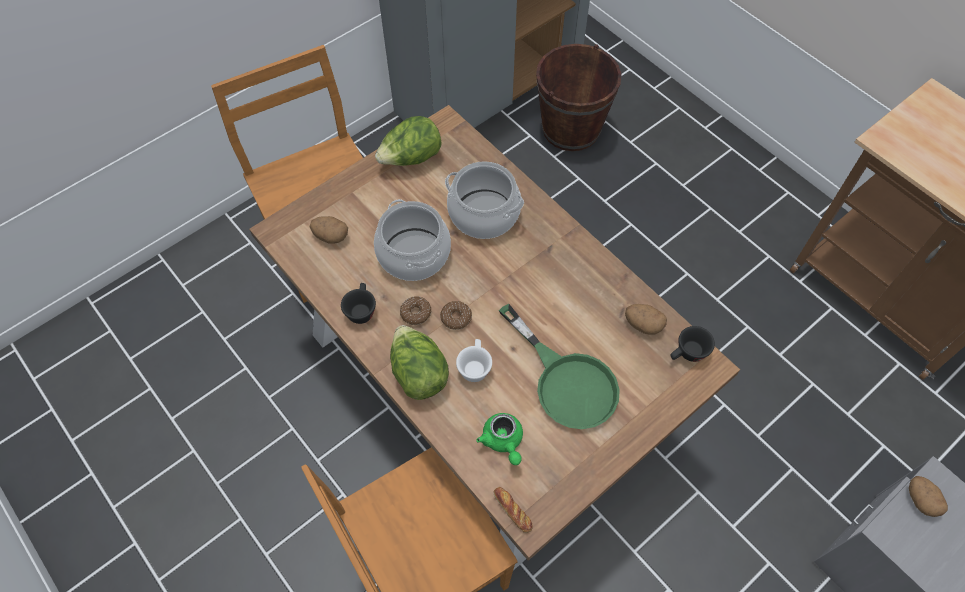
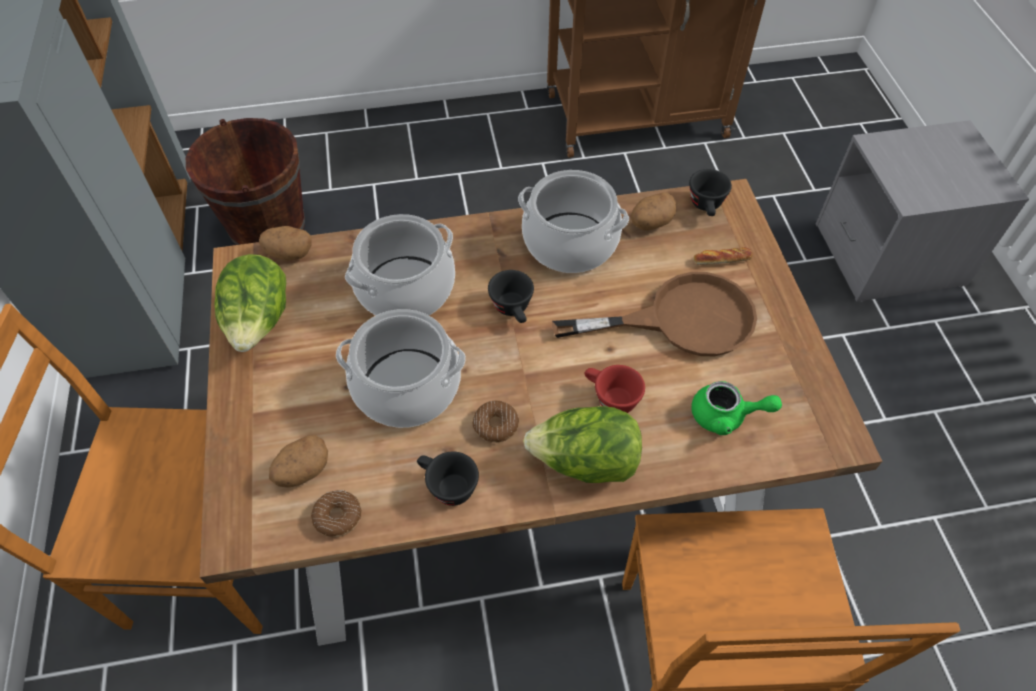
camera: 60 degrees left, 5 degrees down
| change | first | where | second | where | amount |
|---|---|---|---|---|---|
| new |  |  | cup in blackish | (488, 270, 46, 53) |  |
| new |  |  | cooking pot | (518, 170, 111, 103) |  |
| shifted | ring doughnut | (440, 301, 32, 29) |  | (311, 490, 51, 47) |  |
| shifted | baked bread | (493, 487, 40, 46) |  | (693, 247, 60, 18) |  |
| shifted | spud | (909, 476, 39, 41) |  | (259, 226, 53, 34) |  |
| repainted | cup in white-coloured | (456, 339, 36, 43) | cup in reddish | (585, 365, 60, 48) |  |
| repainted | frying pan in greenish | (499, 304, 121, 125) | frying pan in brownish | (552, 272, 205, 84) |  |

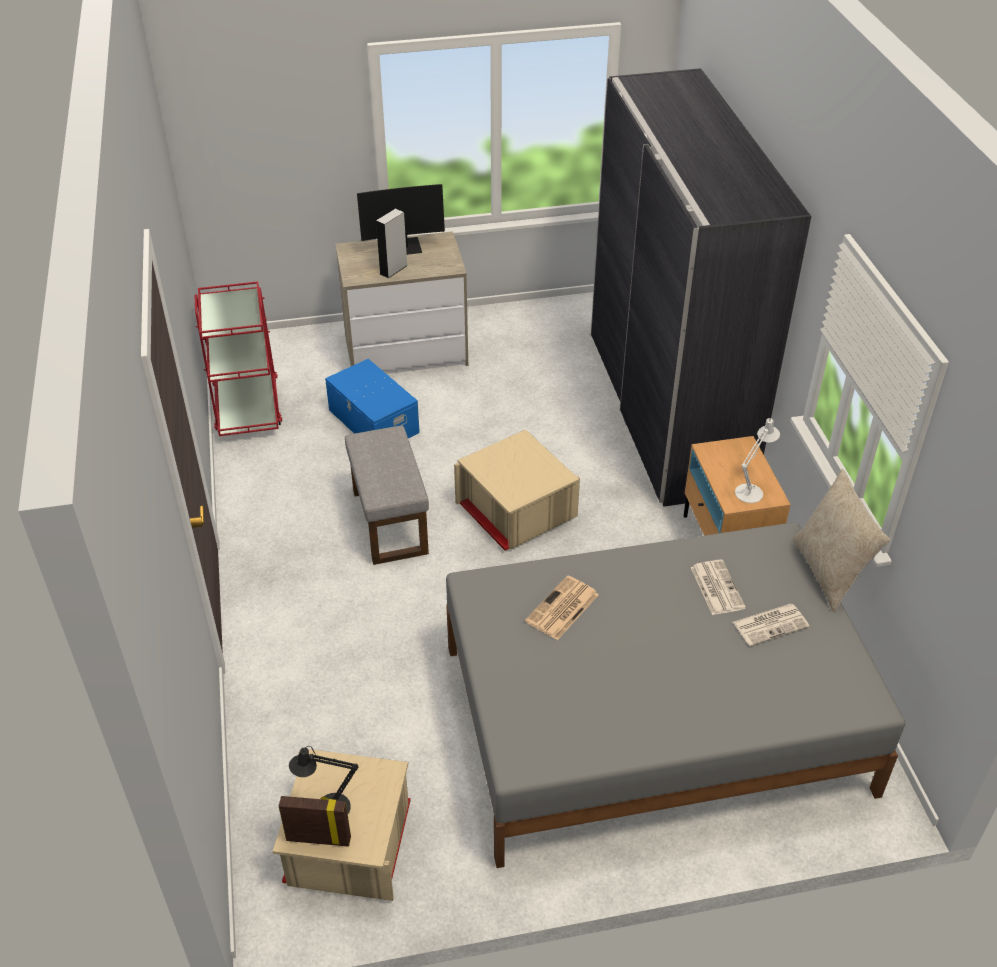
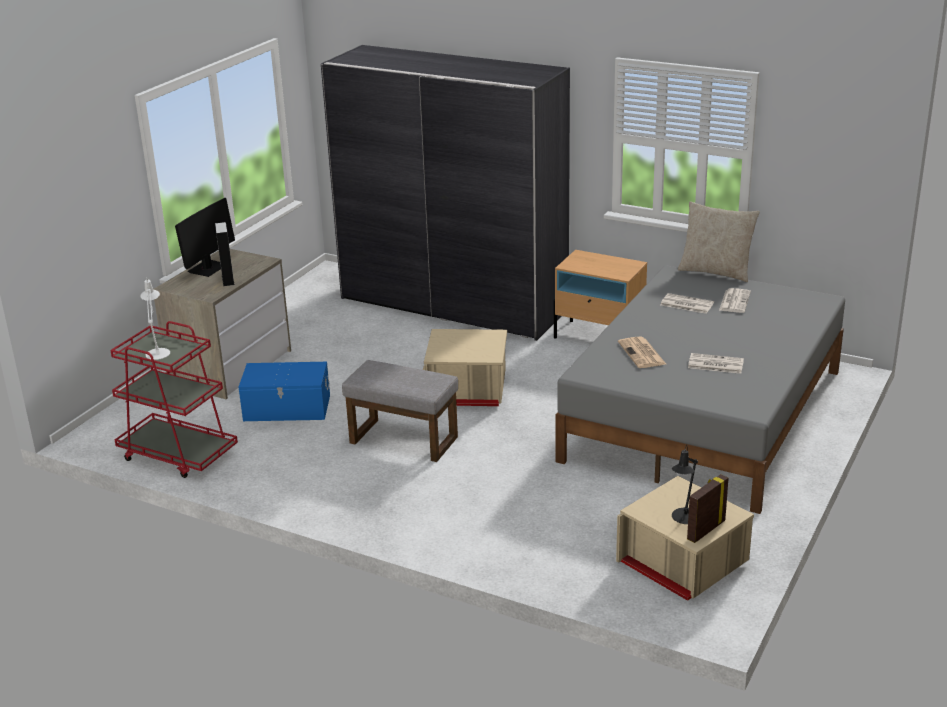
camera: 50 degrees left, 15 degrees down
| change | first | where | second | where | amount |
|---|---|---|---|---|---|
| new |  |  | printed paper | (688, 353, 56, 21) |  |
| shifted | lamp for a table in white-coloured | (735, 418, 45, 85) |  | (140, 278, 30, 82) |  |

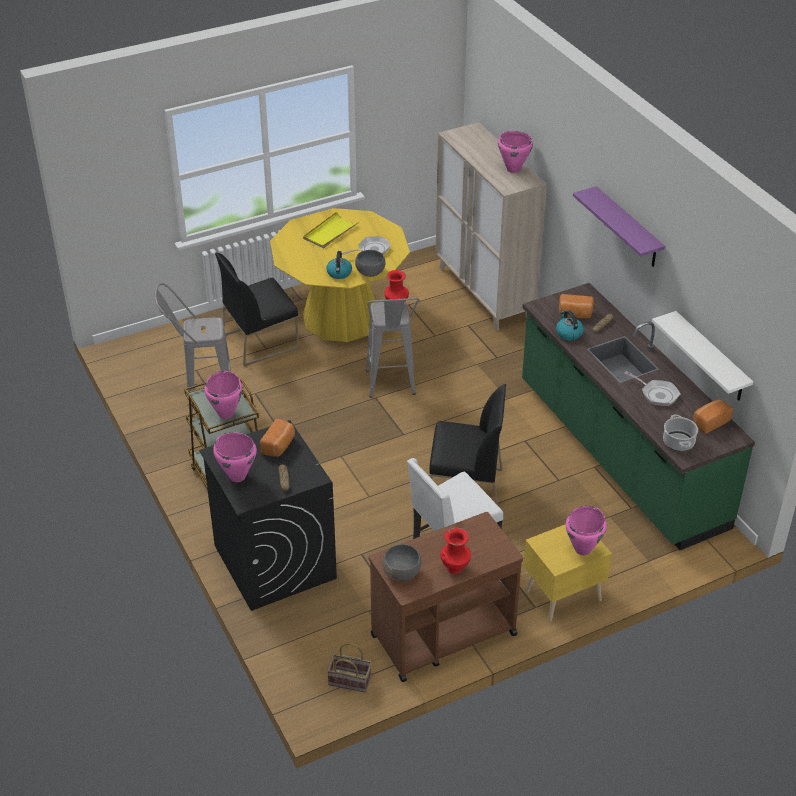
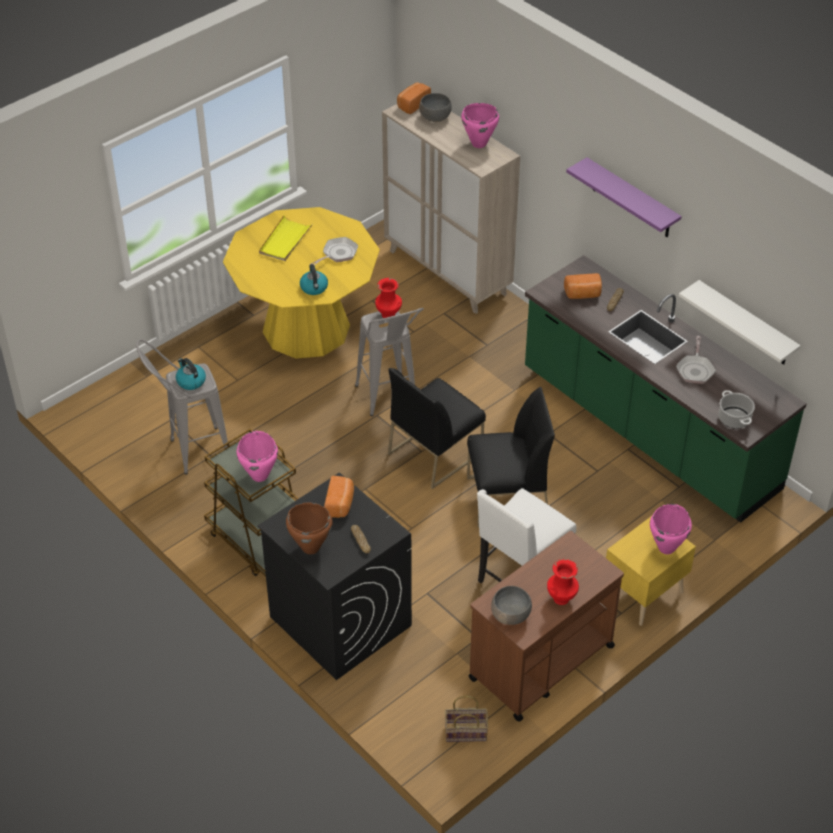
camera: 15 degrees left, 5 degrees up
| change | first | where | second | where | amount |
|---|---|---|---|---|---|
| shifted | upright chair in blackish | (215, 252, 84, 114) |  | (388, 368, 98, 121) |  |
| shifted | deep dish in greyish | (355, 250, 31, 27) |  | (419, 93, 33, 29) |  |
| shifted | kettle | (556, 310, 28, 31) |  | (176, 358, 30, 32) |  |
| shifted | baked bread | (693, 399, 40, 35) |  | (397, 82, 34, 32) |  |
| repainted | cooking pot in pink | (213, 432, 44, 50) | cooking pot in brownish | (286, 503, 47, 51) |  |
| rotated | frying pan | (624, 371, 56, 35) |  | (676, 336, 40, 48) | 75 degrees clockwise |

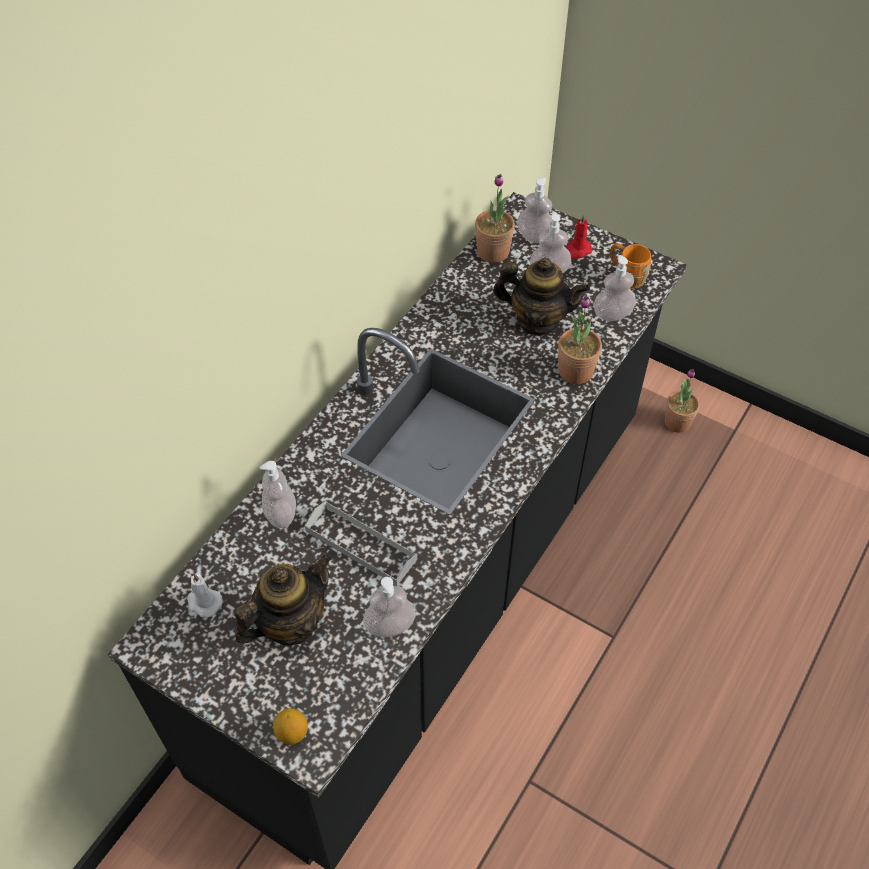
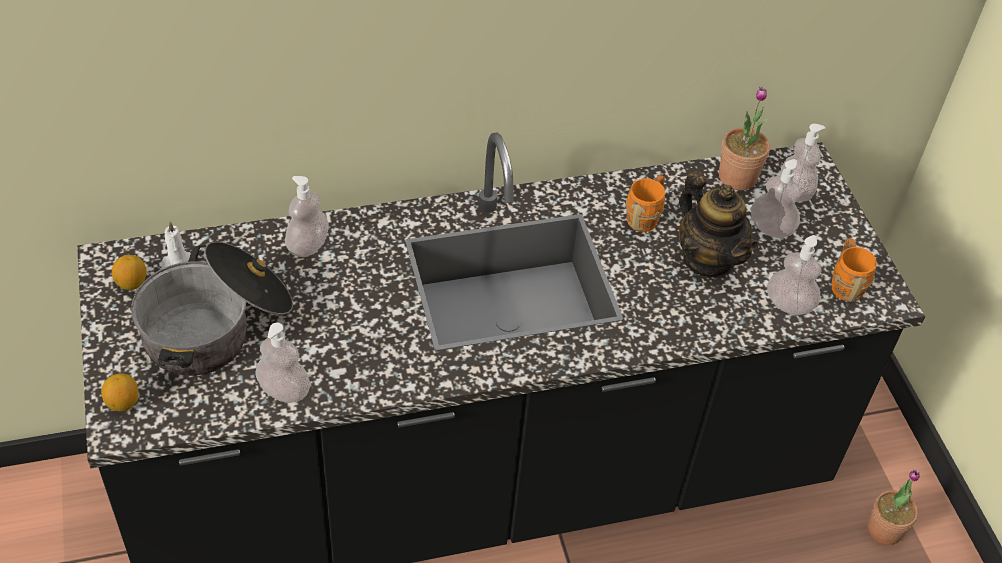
camera: 40 degrees right, 5 degrees down
| change | first | where | second | where | amount |
|---|---|---|---|---|---|
| gone | tray in greyish | (305, 501, 112, 85) |  |  |  |
| gone | houseplant | (558, 295, 44, 89) |  |  |  |
| gone | wax candle in reddish | (566, 214, 26, 45) |  |  |  |
| new |  |  | citrus fruit | (112, 255, 34, 35) |  |
| new |  |  | tea mug in orange | (625, 175, 40, 57) |  |
| swapped | tea pot | (235, 554, 97, 91) | cooking pot | (131, 241, 162, 135) |  |

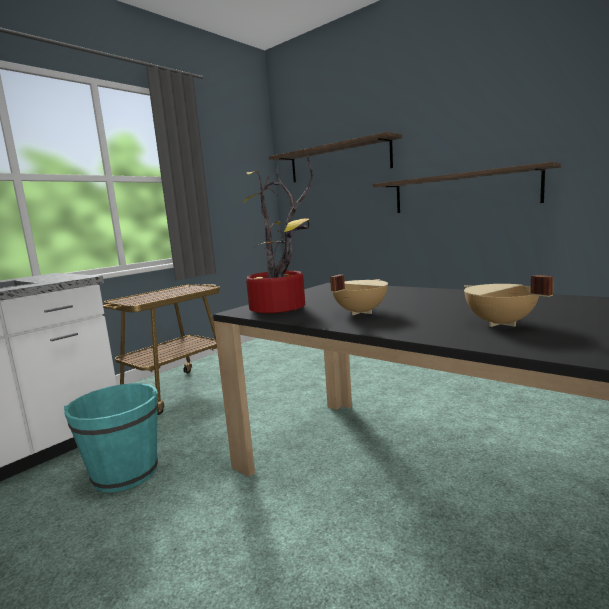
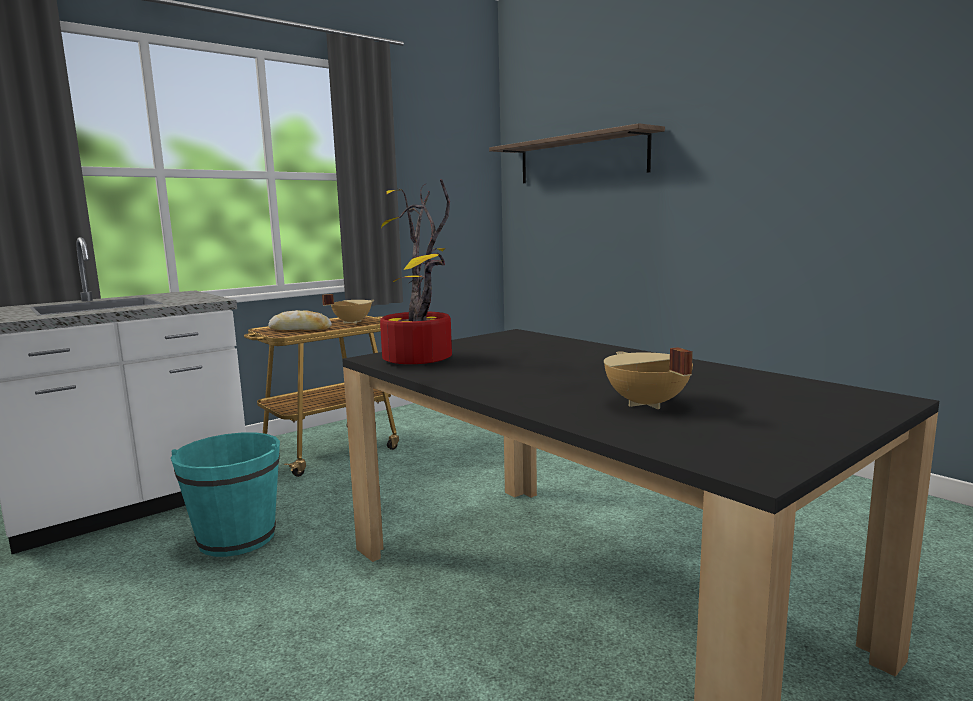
camera: 10 degrees right, 0 degrees up
| change | first | where | second | where | amount |
|---|---|---|---|---|---|
| gone | wall shelf | (373, 162, 188, 51) |  |  |  |
| new |  |  | baked bread | (268, 310, 64, 20) |  |
| shifted | cooking pot in beige | (330, 275, 58, 40) |  | (322, 294, 52, 30) |  |

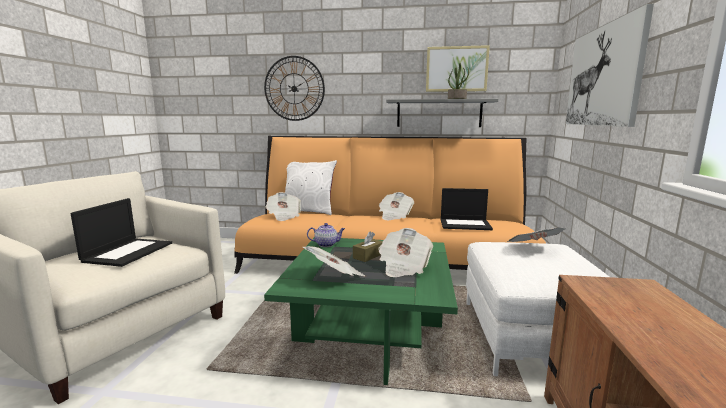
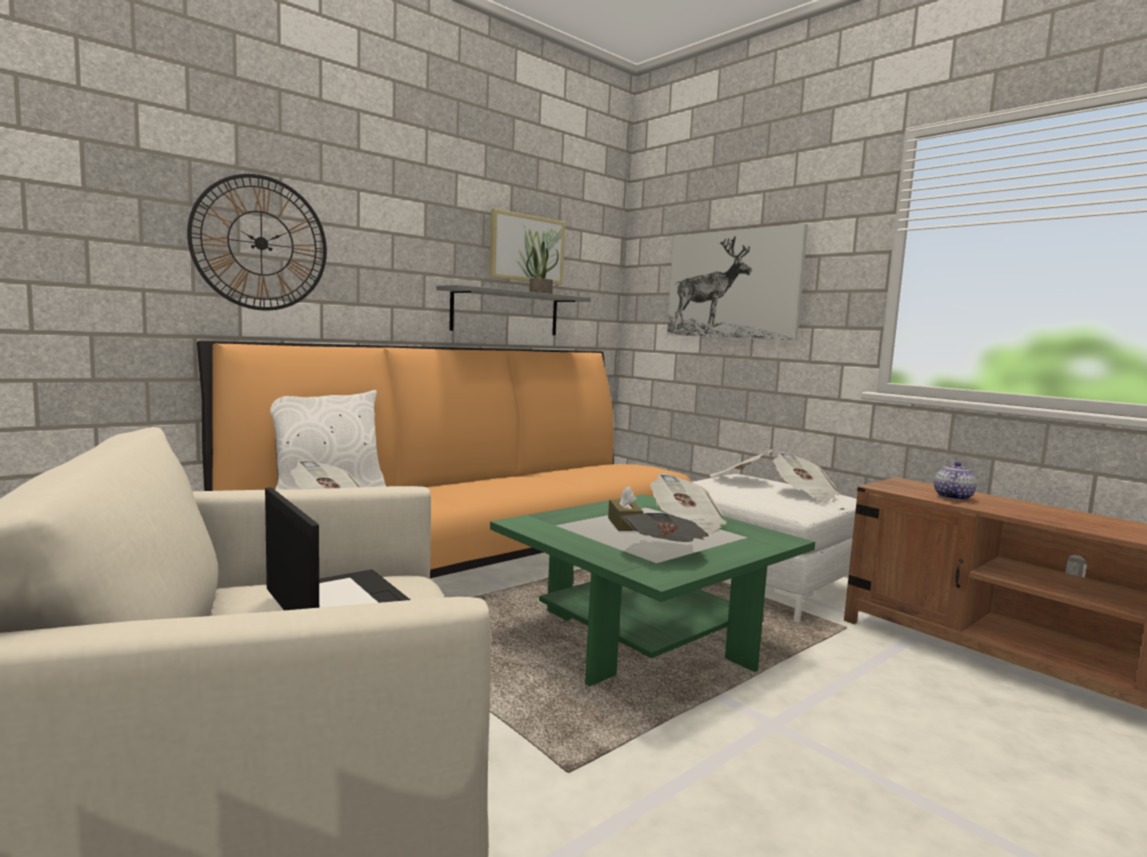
camera: 50 degrees left, 5 degrees down
| change | first | where | second | where | amount |
|---|---|---|---|---|---|
| gone | laptop | (440, 188, 53, 42) |  |  |  |
| shifted | tea pot | (307, 223, 38, 24) |  | (934, 462, 43, 39) |  |
| shifted | printed paper | (379, 192, 35, 28) |  | (773, 452, 67, 51) |  |

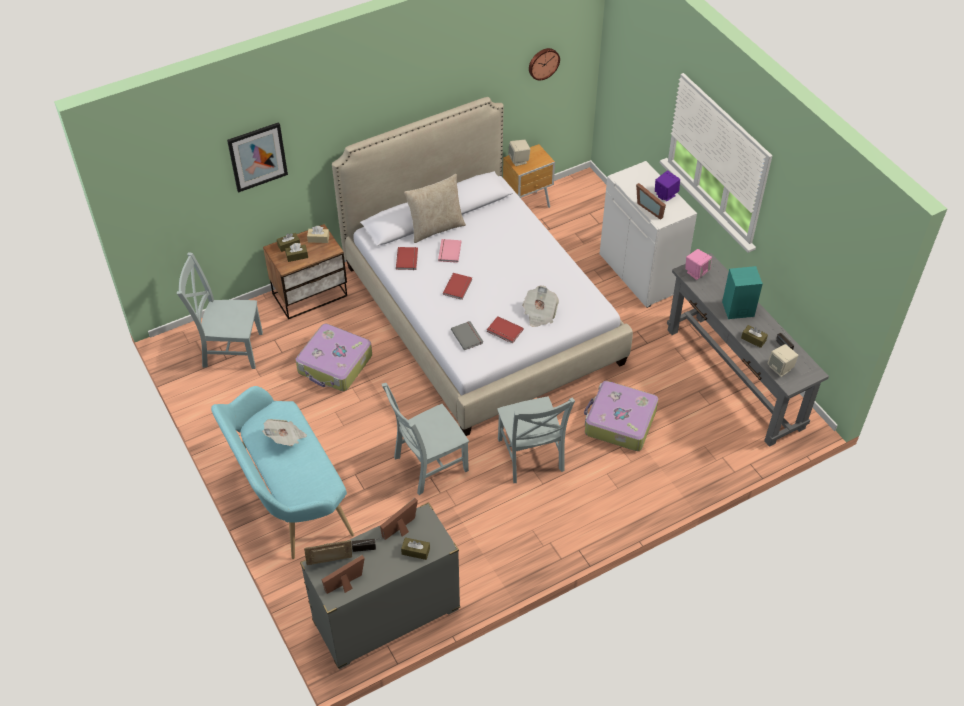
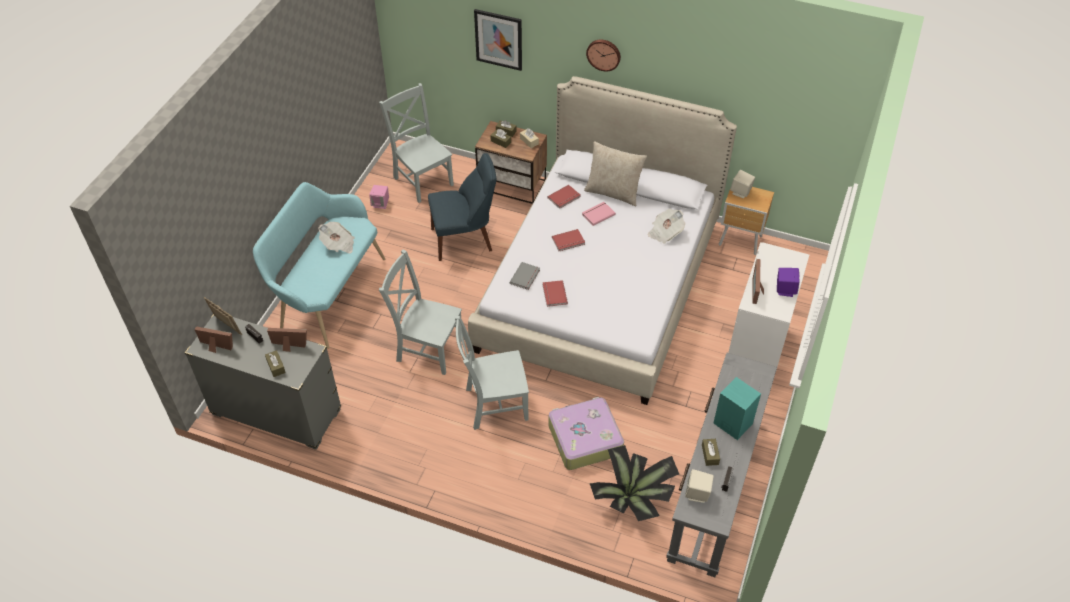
camera: 50 degrees right, 0 degrees up
| change | first | where | second | where | amount |
|---|---|---|---|---|---|
| new |  |  | houseplant | (590, 445, 89, 76) |  |
| shifted | printed paper | (523, 285, 36, 42) |  | (648, 209, 37, 35) |  |
| shifted | clock on the wall | (529, 48, 31, 33) |  | (586, 40, 35, 31) |  |
| shifted | audio speaker in pink | (685, 249, 27, 31) |  | (369, 185, 20, 24) |  |
| swapped | travel case | (296, 324, 76, 67) | upright chair in bluish | (428, 153, 68, 108) |  |
| rotated | upright chair in greyish | (497, 396, 78, 87) |  | (455, 316, 74, 114) | 45 degrees clockwise |

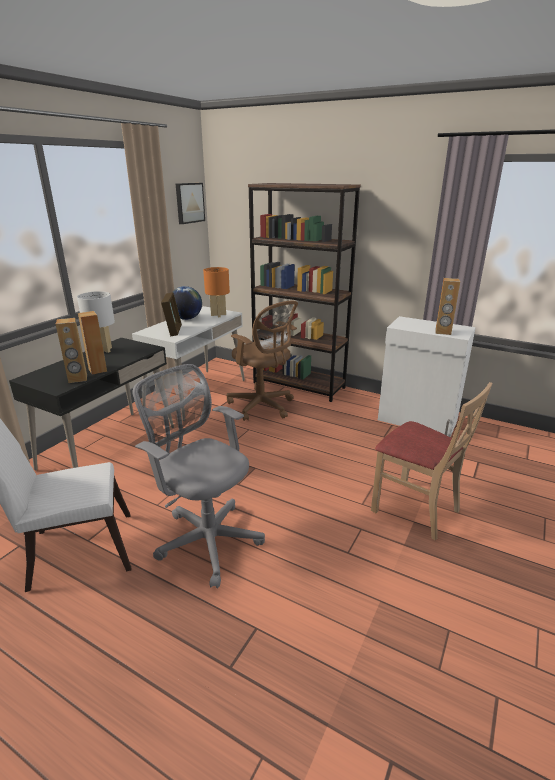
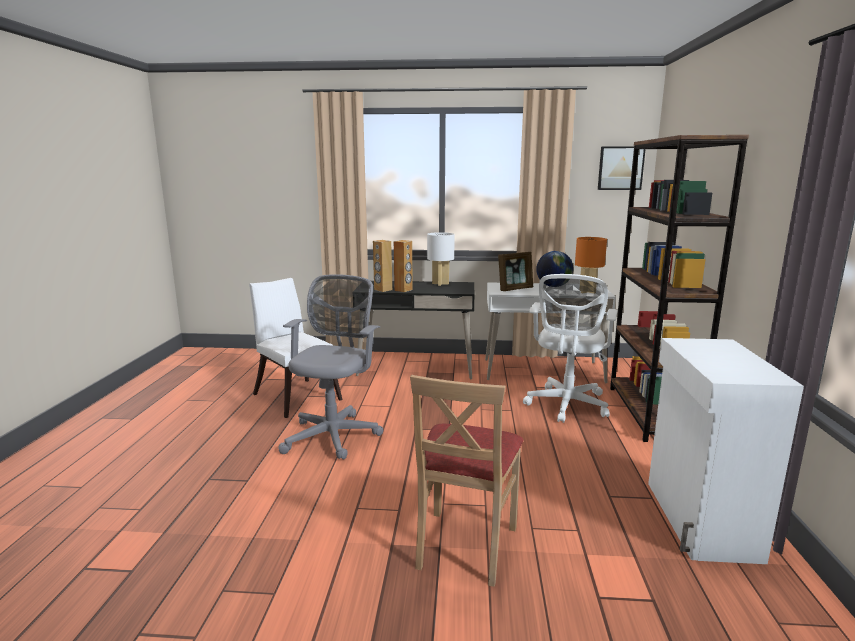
camera: 65 degrees right, 10 degrees down
| change | first | where | second | where | amount |
|---|---|---|---|---|---|
| gone | audio speaker in brownish | (435, 278, 25, 57) |  |  |  |
| repainted | desk chair in brownish | (226, 301, 72, 120) | desk chair in white-coloured | (523, 274, 95, 149) |  |

